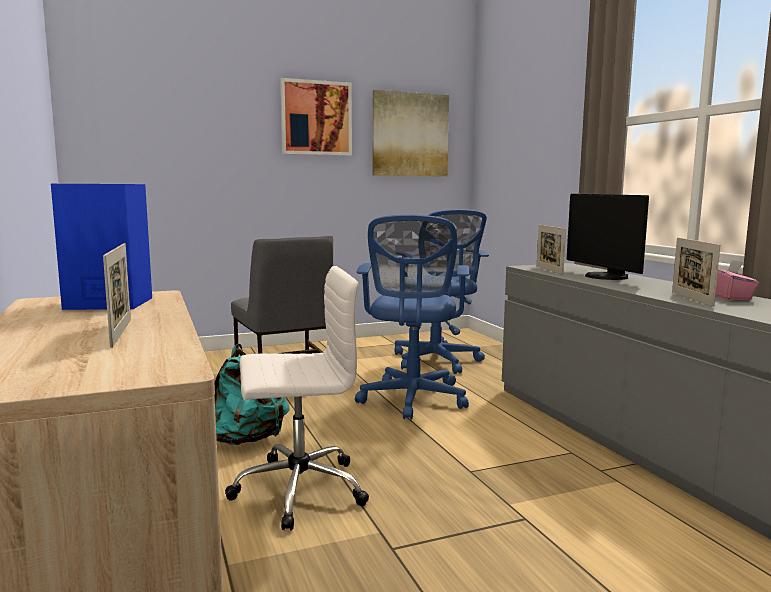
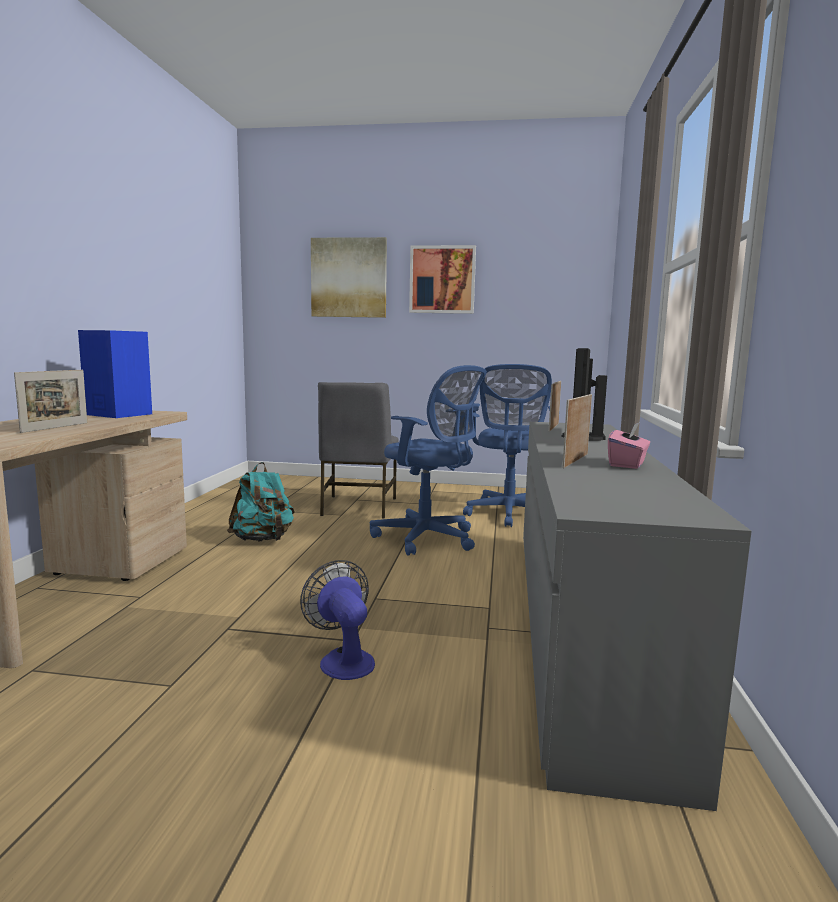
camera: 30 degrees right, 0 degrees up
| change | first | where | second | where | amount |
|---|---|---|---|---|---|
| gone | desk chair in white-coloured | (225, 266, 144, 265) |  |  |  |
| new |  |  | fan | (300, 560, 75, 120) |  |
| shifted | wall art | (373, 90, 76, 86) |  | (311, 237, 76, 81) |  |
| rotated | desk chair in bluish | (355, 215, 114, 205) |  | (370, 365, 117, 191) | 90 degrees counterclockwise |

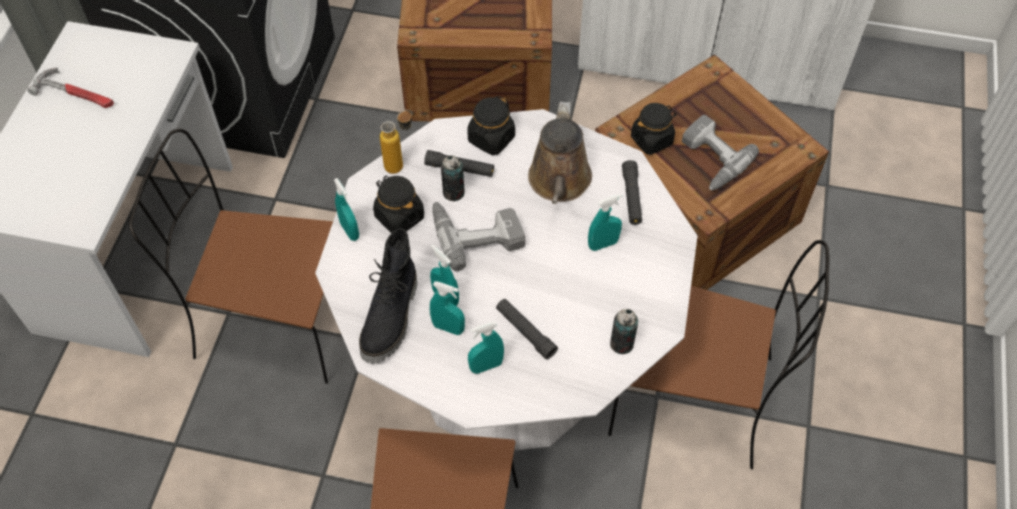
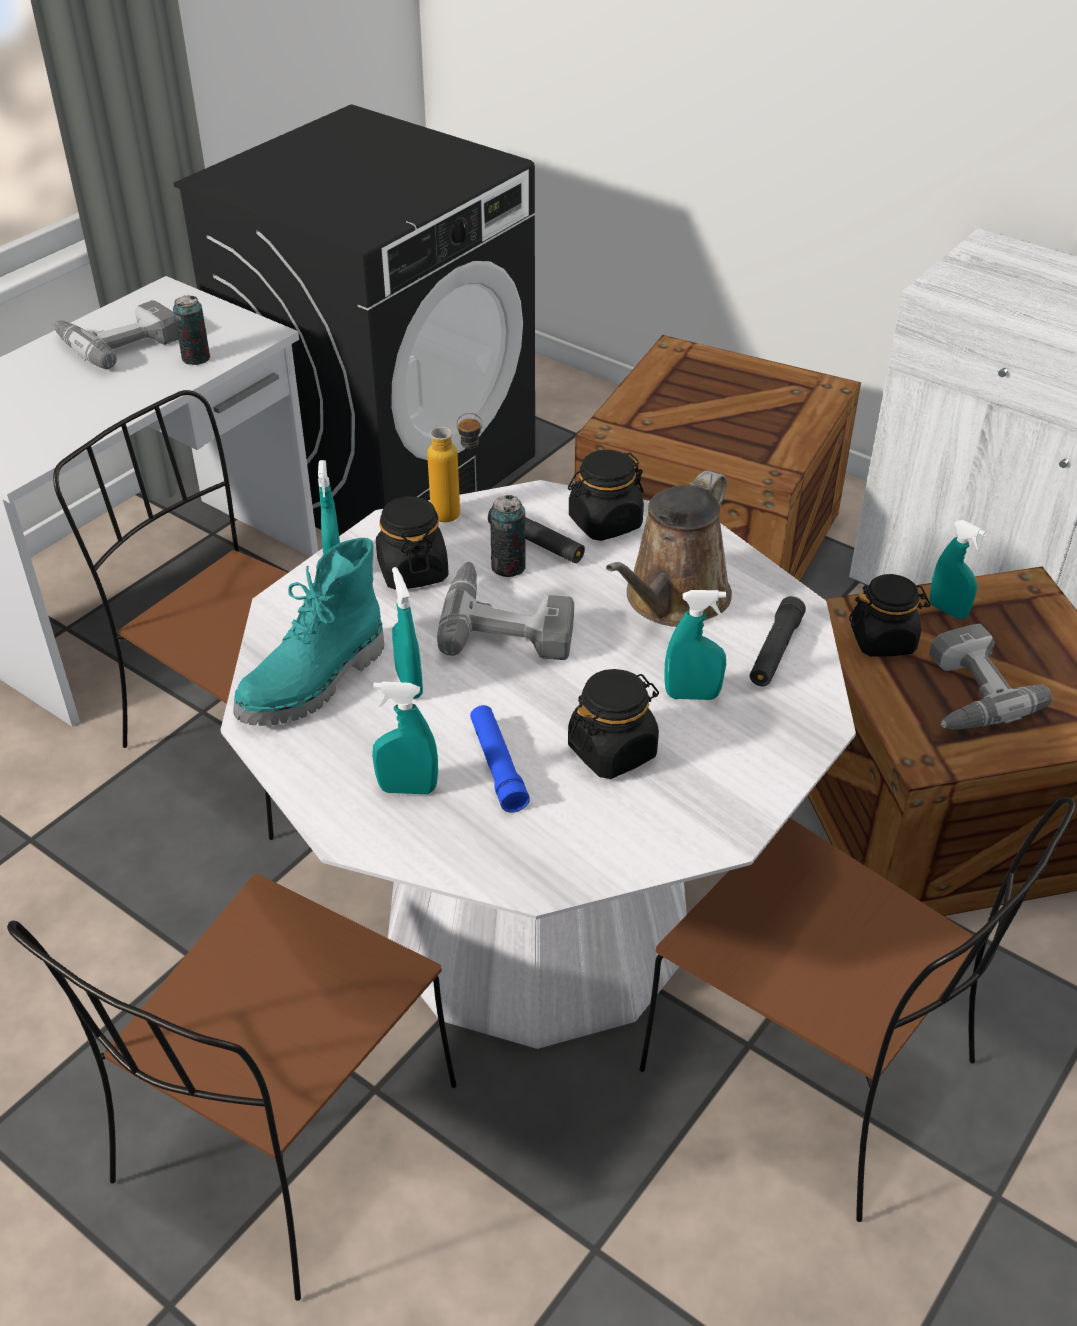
camera: 25 degrees right, 15 degrees down
| change | first | where | second | where | amount |
|---|---|---|---|---|---|
| new |  |  | preserve jar in blackish | (568, 669, 91, 110) |  |
| shifted | spray bottle in turquoise | (430, 281, 35, 54) |  | (930, 520, 56, 99) |  |
| shifted | sealed can | (610, 309, 28, 45) |  | (173, 296, 37, 69) |  |
| swapped | hand hammer | (27, 68, 87, 40) | power drill | (54, 300, 124, 69) |  |
| repainted | high-top boot in blackish | (359, 228, 58, 136) | high-top boot in turquoise | (233, 538, 151, 188) |  |
| repainted | flashlight in blackish | (496, 299, 62, 61) | flashlight in bluish | (470, 705, 60, 108) |  |

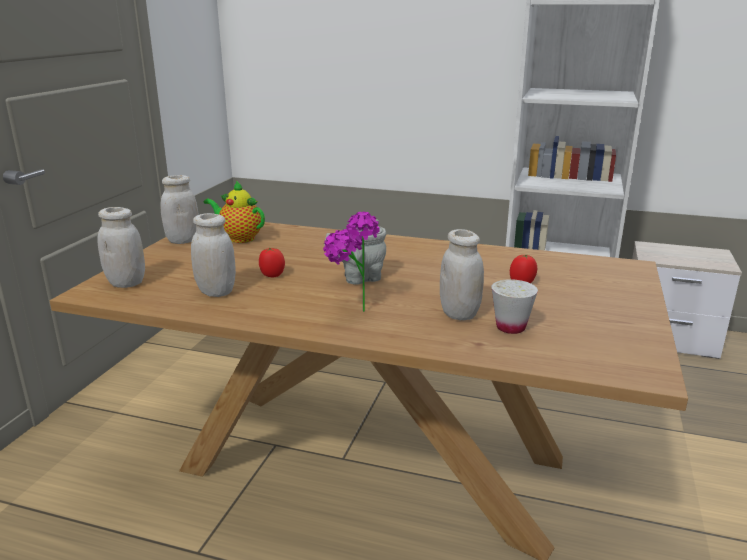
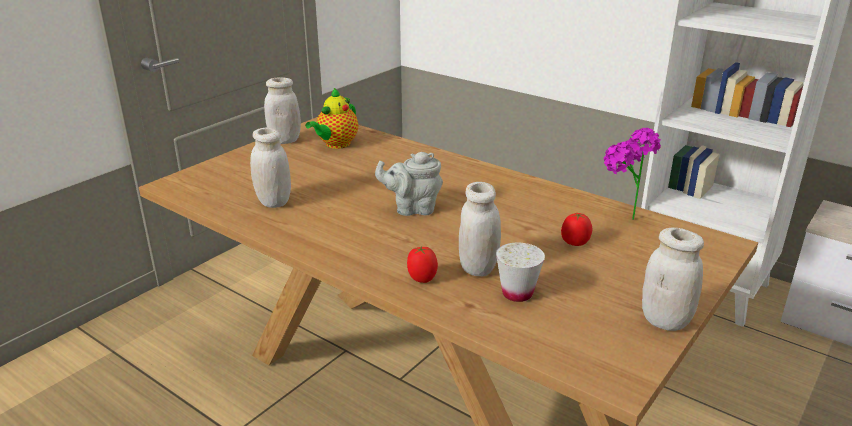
camera: 20 degrees right, 5 degrees up
| change | first | where | second | where | amount |
|---|---|---|---|---|---|
| shifted | preserve jar in white-coloured | (97, 207, 48, 81) |  | (642, 227, 62, 104) |  |
| shifted | fresh tomato | (259, 248, 26, 29) |  | (407, 247, 31, 36) |  |
| shifted | houseplant | (323, 212, 57, 100) |  | (604, 128, 57, 92) |  |
| rotated | tea pot | (204, 181, 61, 62) |  | (305, 88, 53, 61) | 105 degrees counterclockwise |

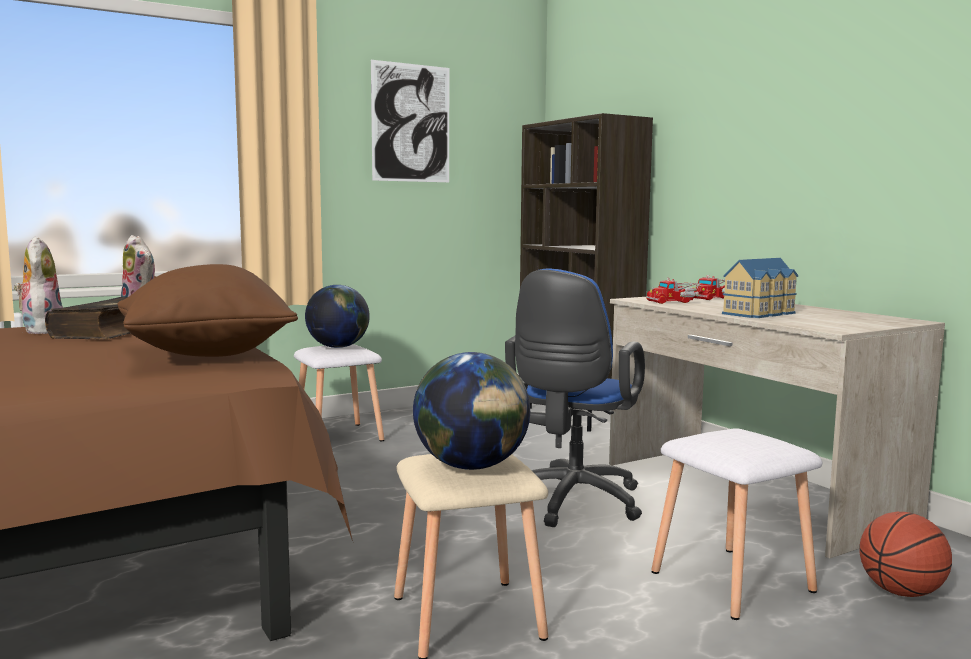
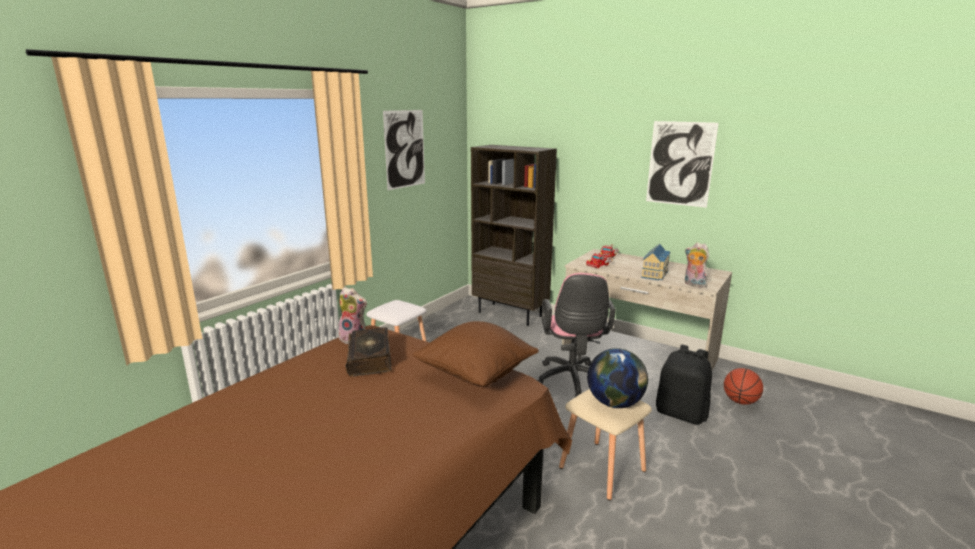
camera: 25 degrees left, 10 degrees up
| change | first | where | second | where | amount |
|---|---|---|---|---|---|
| gone | world globe | (305, 285, 65, 63) |  |  |  |
| new |  |  | wall art | (646, 121, 73, 87) |  |
| shifted | cuddly toy | (14, 237, 49, 97) |  | (685, 242, 24, 46) |  |
| swapped | sitting stool in white-coloured | (651, 428, 172, 192) | backpack in blackish | (656, 345, 56, 80) |  |
| repainted | desk chair in bluish | (505, 269, 140, 258) | desk chair in pink | (537, 273, 79, 124) |  |

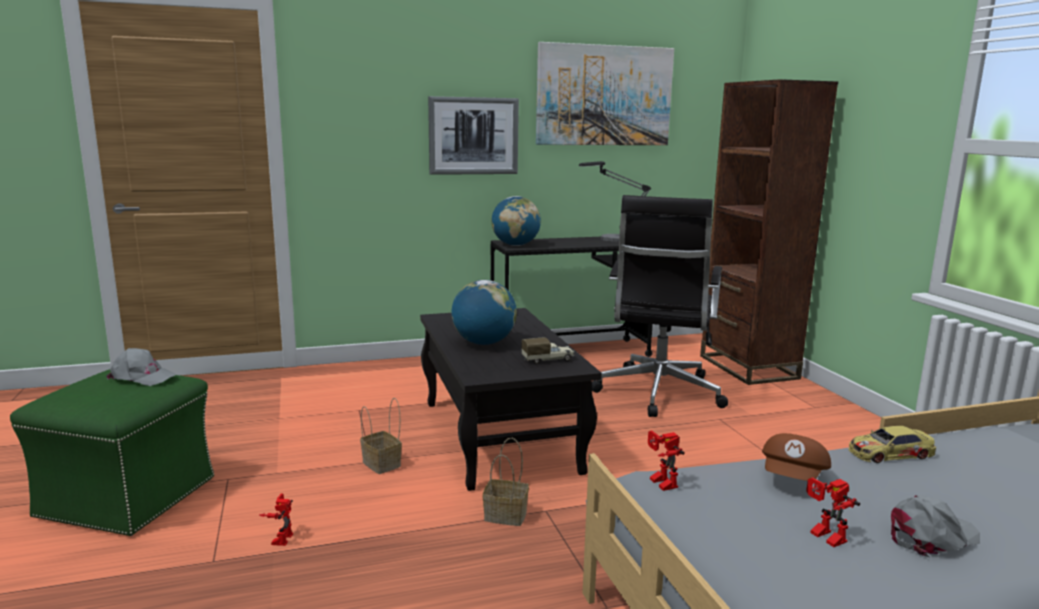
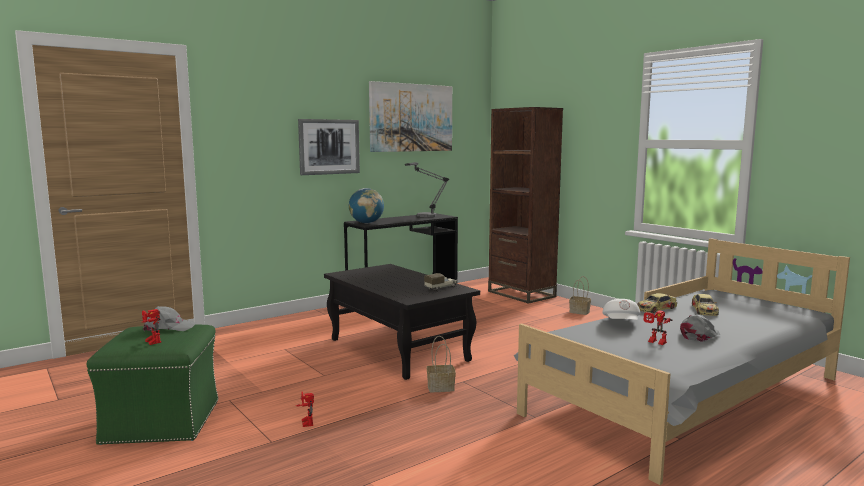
camera: 20 degrees left, 5 degrees down
| change | first | where | second | where | amount |
|---|---|---|---|---|---|
| gone | world globe | (452, 280, 65, 65) |  |  |  |
| gone | desk chair in blackish | (591, 195, 137, 222) |  |  |  |
| new |  |  | miniature car | (692, 294, 27, 22) |  |
| shifted | storage basket | (360, 398, 42, 76) |  | (569, 276, 22, 39) |  |
| shifted | robot figure | (648, 431, 37, 60) |  | (142, 309, 19, 36) |  |
| repainted | baseball cap in brownish | (762, 433, 69, 48) | baseball cap in white-coloured | (602, 299, 38, 21) |  |

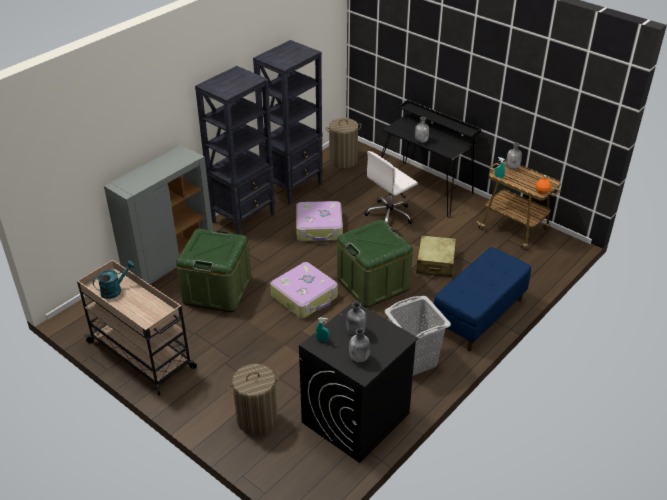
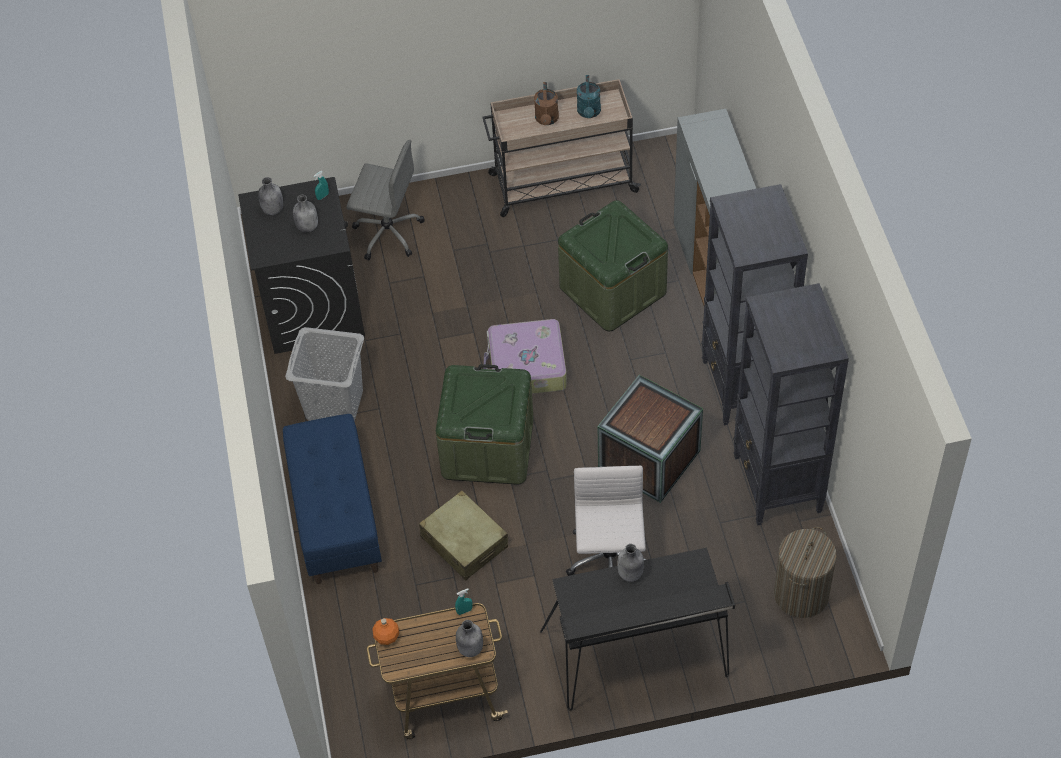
camera: 130 degrees right, 15 degrees up
| change | first | where | second | where | amount |
|---|---|---|---|---|---|
| new |  |  | watering can in brownish | (534, 82, 25, 43) |  |
| swapped | laundry basket | (228, 364, 51, 71) | desk chair in greyish | (346, 140, 79, 121) |  |
| swapped | travel case | (296, 201, 47, 40) | crate | (598, 375, 105, 128) |  |

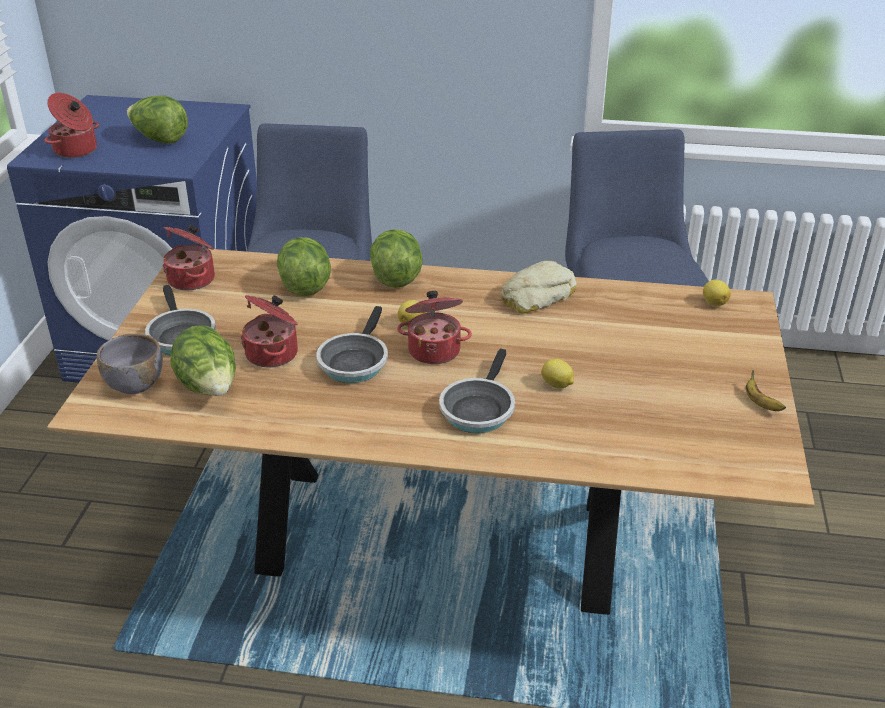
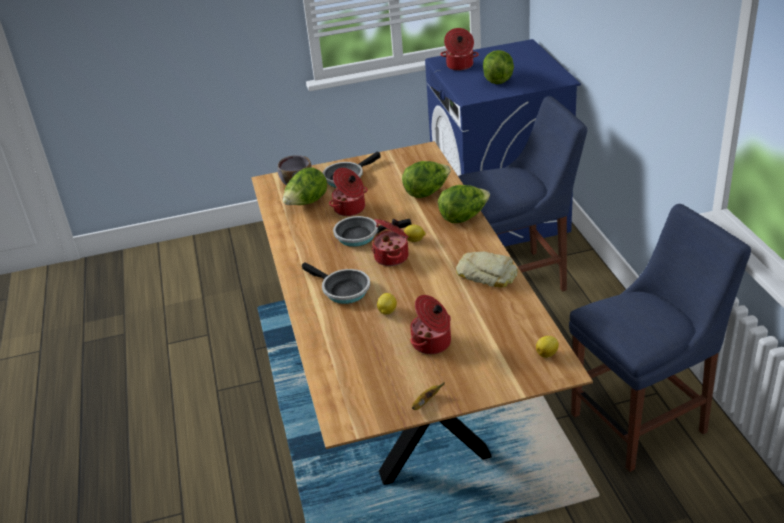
camera: 70 degrees right, 0 degrees up
| change | first | where | second | where | amount |
|---|---|---|---|---|---|
| shifted | cooking pot | (163, 225, 52, 65) |  | (410, 295, 41, 59) |  |
| rotated | frying pan | (439, 349, 76, 84) |  | (302, 262, 68, 42) | 135 degrees counterclockwise |

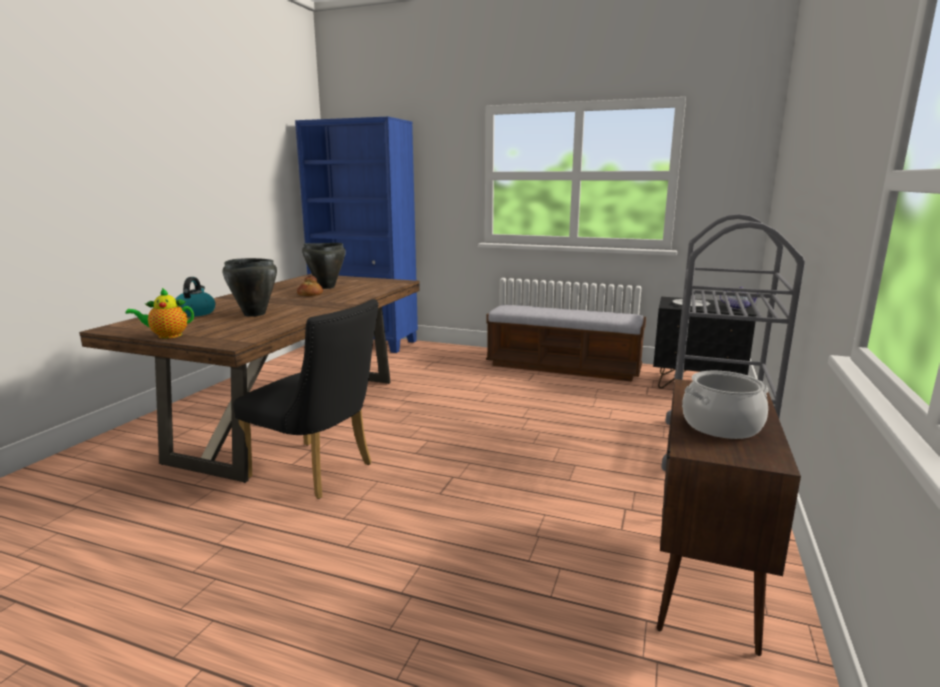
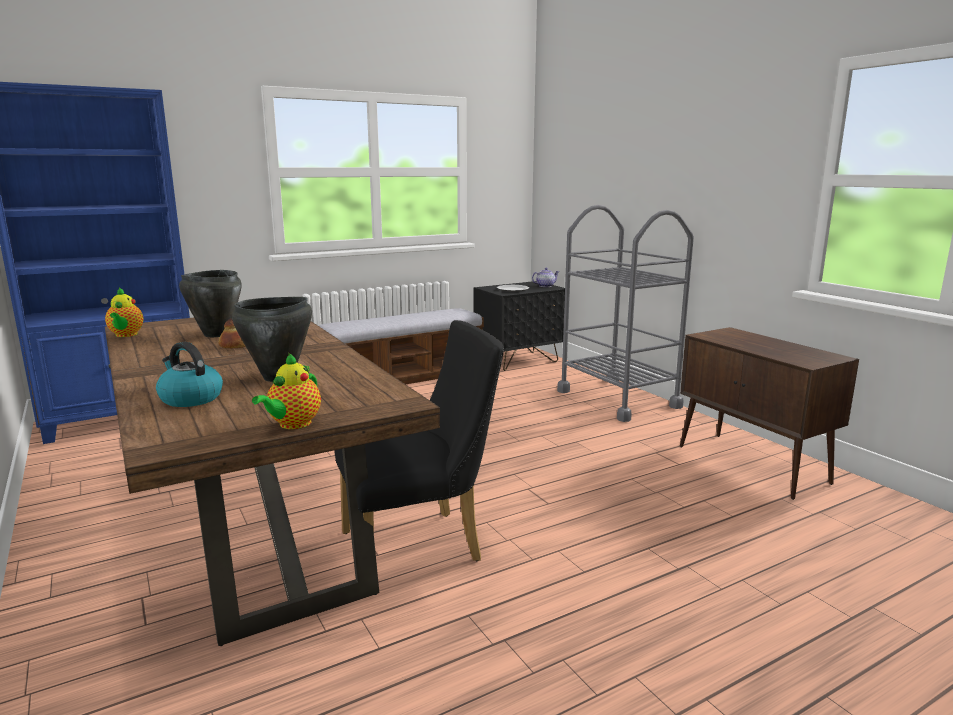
camera: 50 degrees left, 0 degrees up
| change | first | where | second | where | amount |
|---|---|---|---|---|---|
| gone | cooking pot | (682, 371, 86, 68) |  |  |  |
| new |  |  | tea pot | (105, 287, 38, 50) |  |

